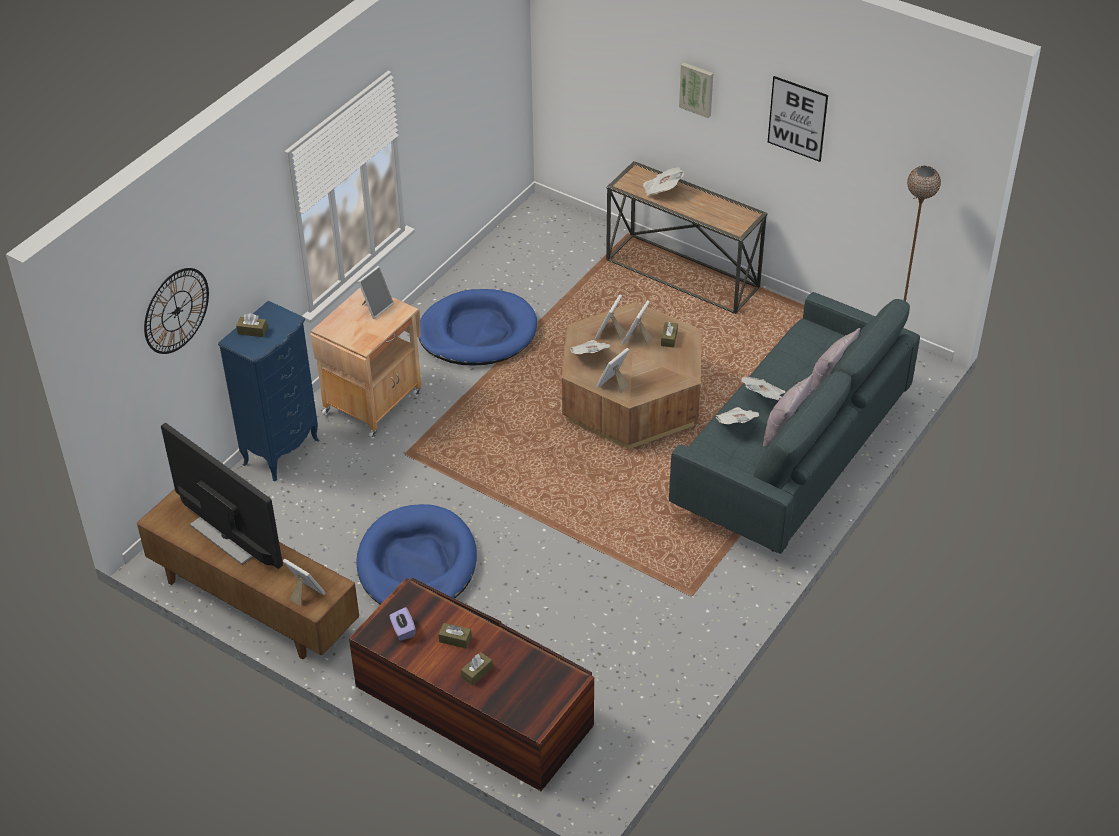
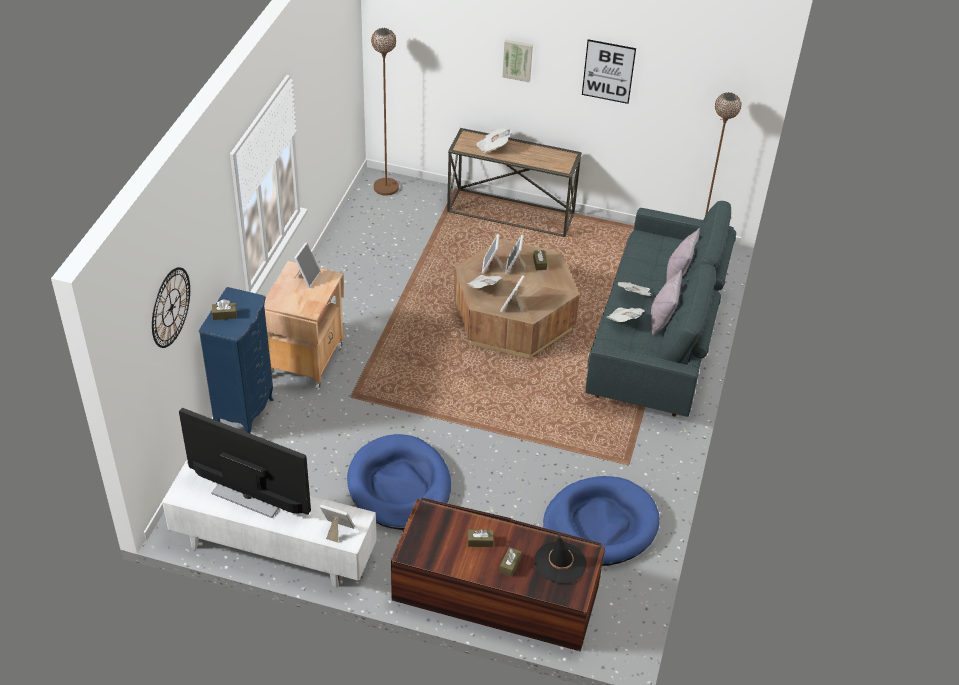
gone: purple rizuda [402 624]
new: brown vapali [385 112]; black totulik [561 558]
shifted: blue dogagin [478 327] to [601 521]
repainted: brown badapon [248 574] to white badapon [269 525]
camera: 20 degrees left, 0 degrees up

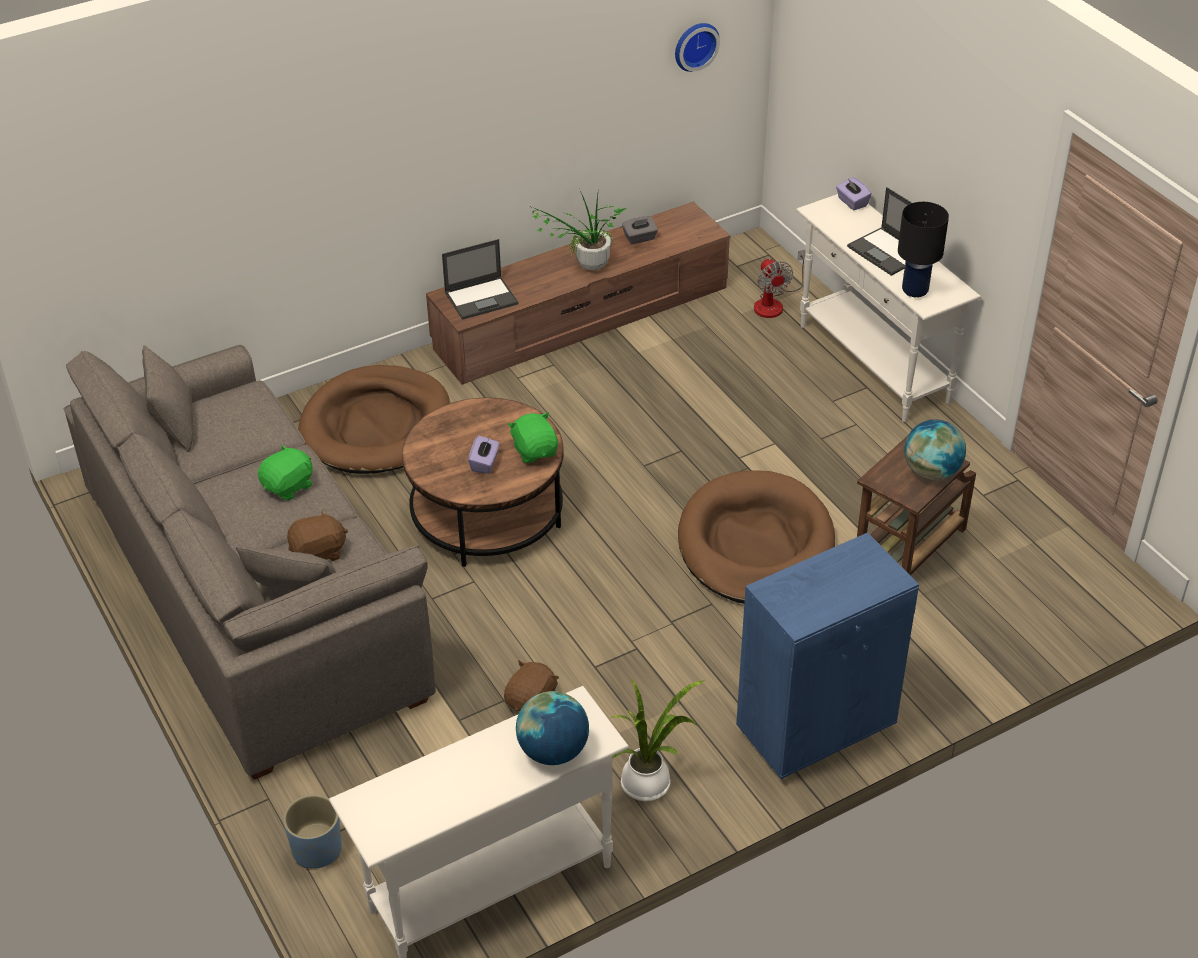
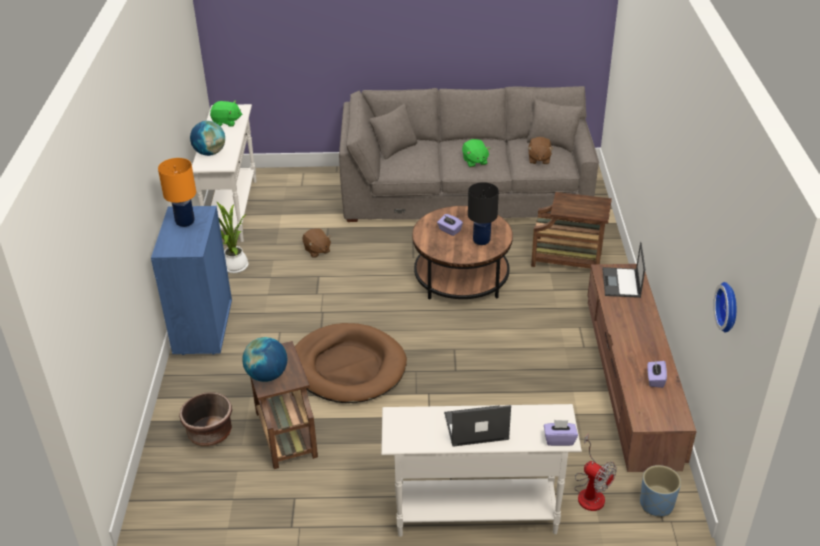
gone: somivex [577 229]
new: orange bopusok [177 192]; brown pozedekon [205 419]
shifted: black bopusok [923 249] to [483 213]; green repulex [533 438] to [226 114]; brown repulex [317 535] to [540 150]; blue pozedekon [312 831] to [660 490]
swapped: brown dogagin [374 419] to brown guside [571 230]
repainted: grey rizuda [640 230] to purple rizuda [657 374]
rotated: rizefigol [779 284] = [595 472] 150 degrees counterclockwise
camera: 120 degrees right, 5 degrees down

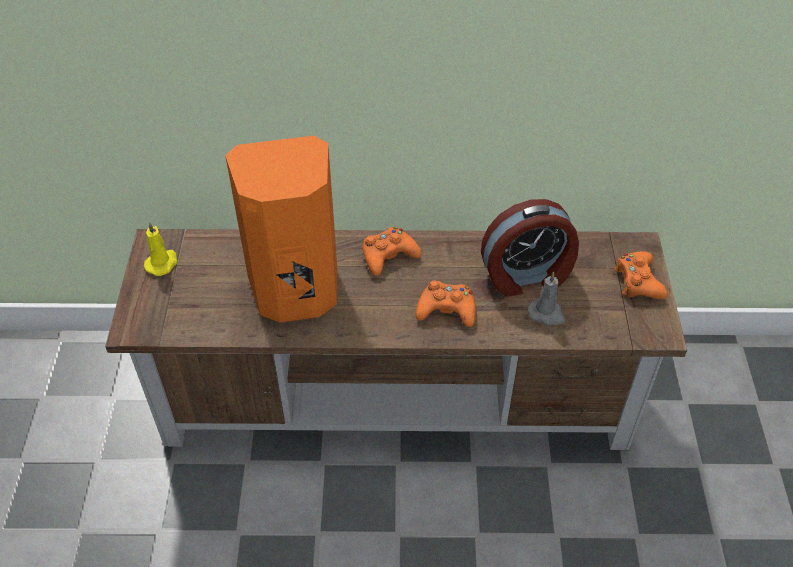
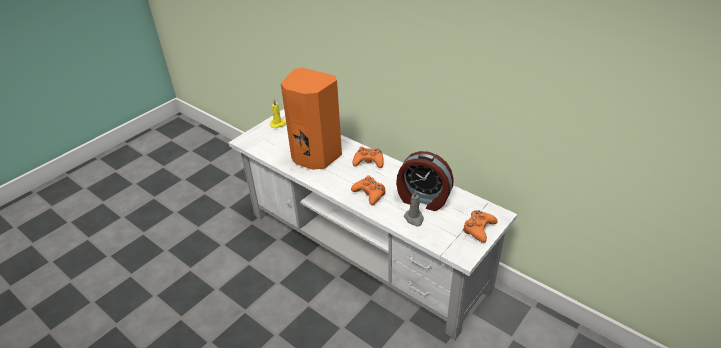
repainted: brown badapon [396 339] to white badapon [373 224]
camera: 40 degrees right, 10 degrees down

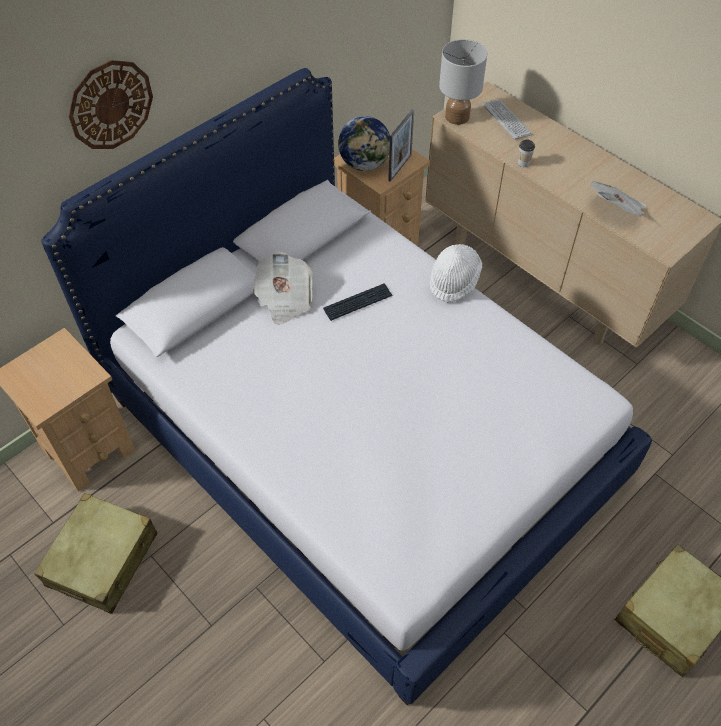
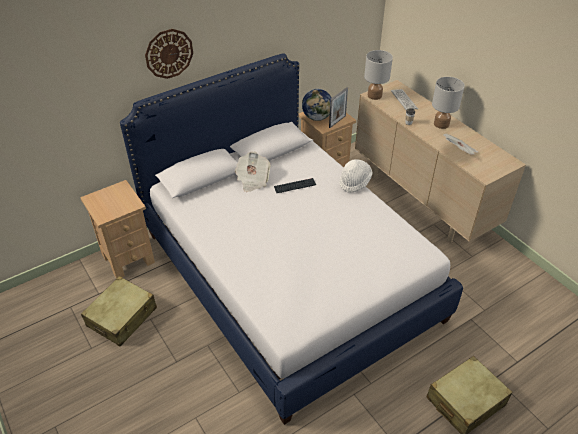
new: grey bopusok [448 103]
camera: 10 degrees right, 10 degrees down

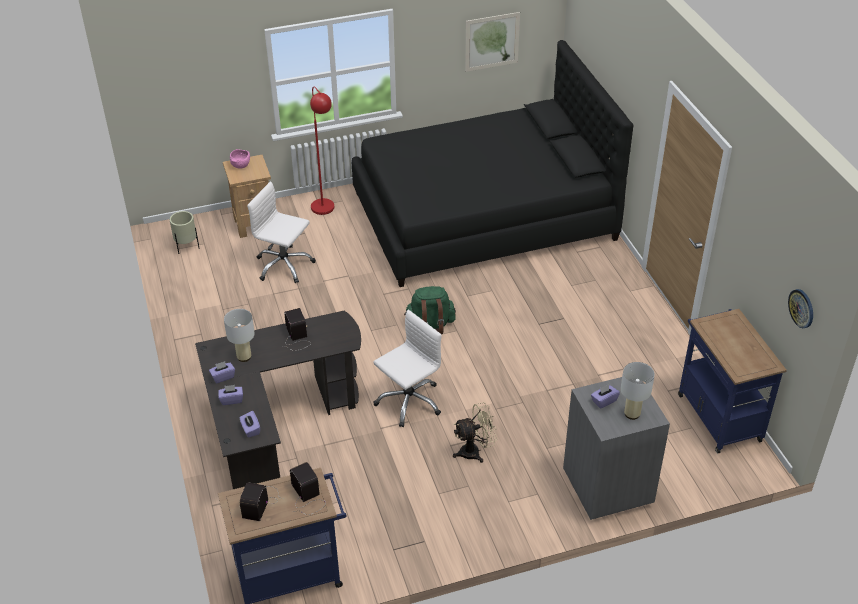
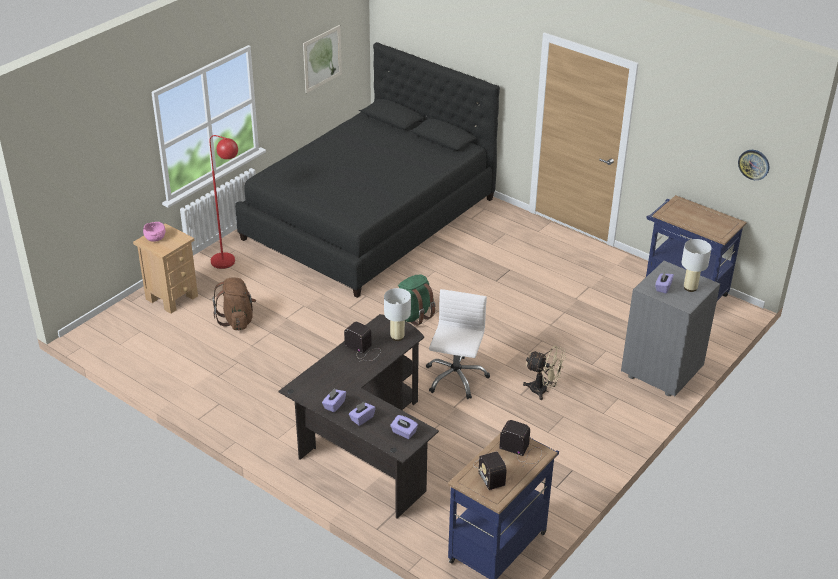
gone: beige pozedekon [185 232]
shifted: white bopusok [239 335] to [397 314]
swapped: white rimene [281 232] to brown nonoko [234 304]
rotated: beige rizefigol [475 432] = [544 373] 75 degrees clockwise
camera: 35 degrees left, 5 degrees down

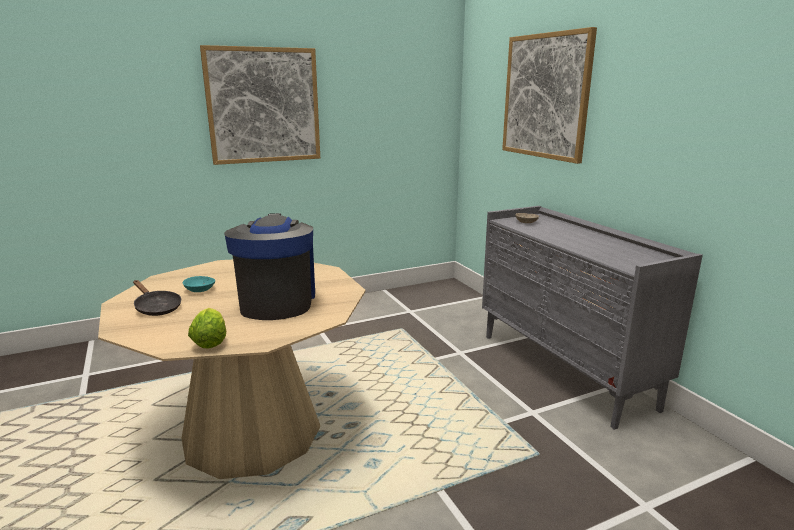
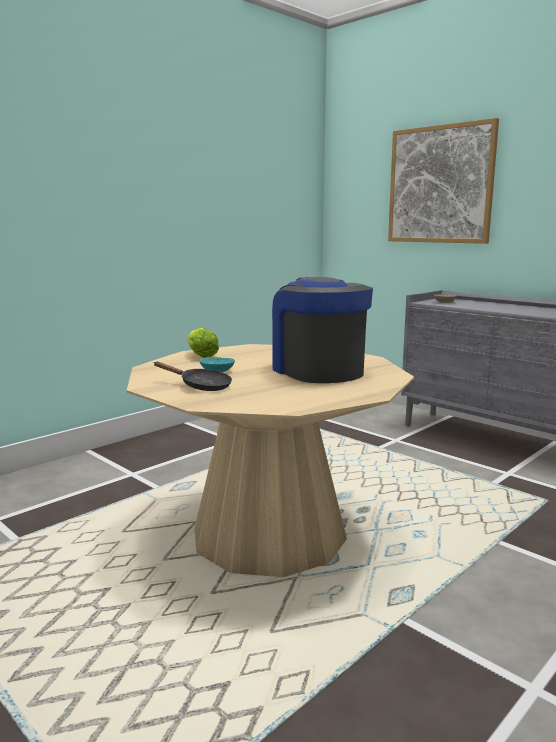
gone: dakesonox [260 105]
shifted: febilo [207 328] to [203 342]
camera: 20 degrees left, 5 degrees down

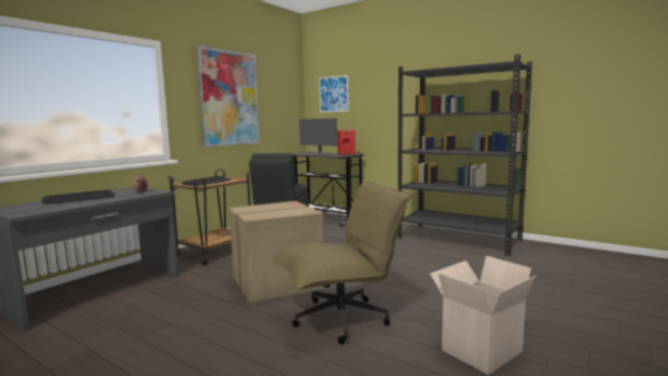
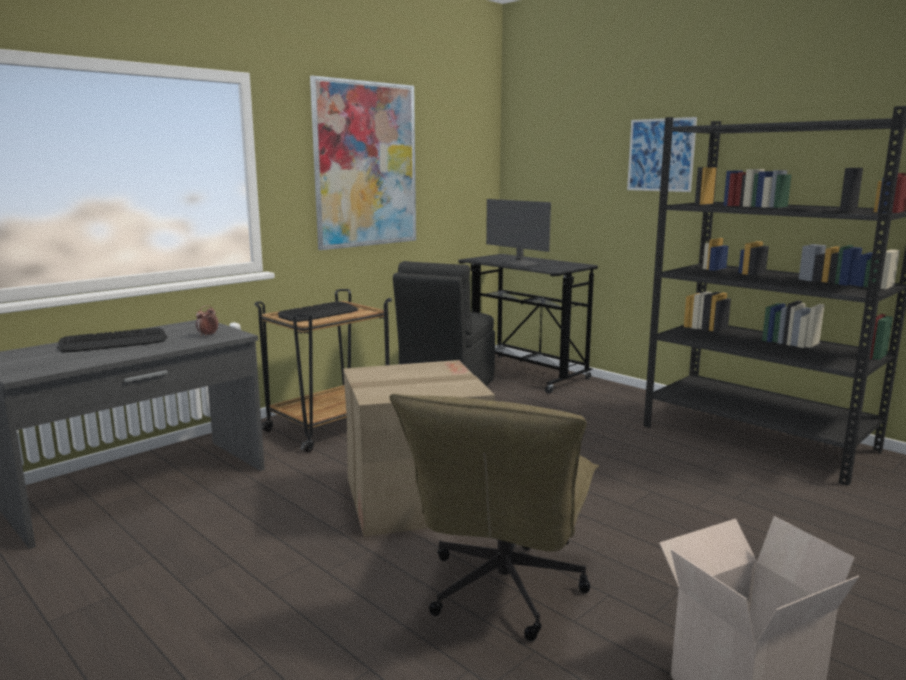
gone: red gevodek [346 142]
shifted: dakesonox [334 94] to [662 154]
rotated: beige rimene [342 262] = [494 517] 120 degrees clockwise
camera: 10 degrees right, 5 degrees up

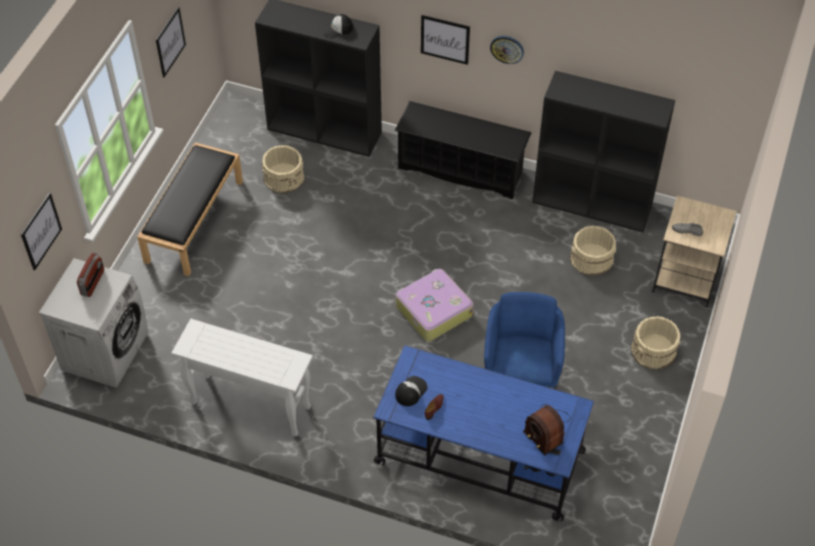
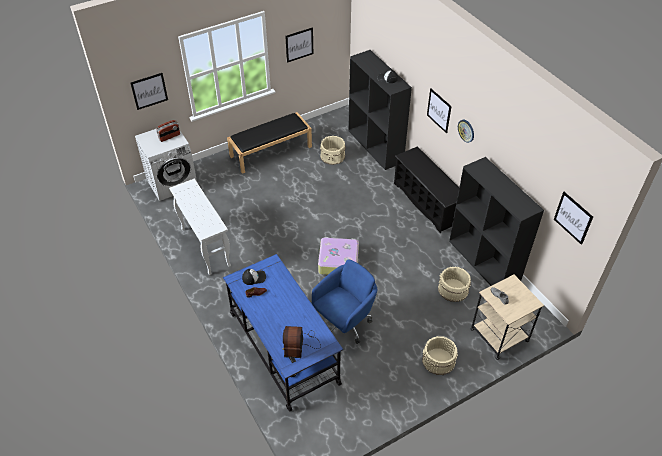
new: dakesonox [573 218]
camera: 40 degrees right, 5 degrees down

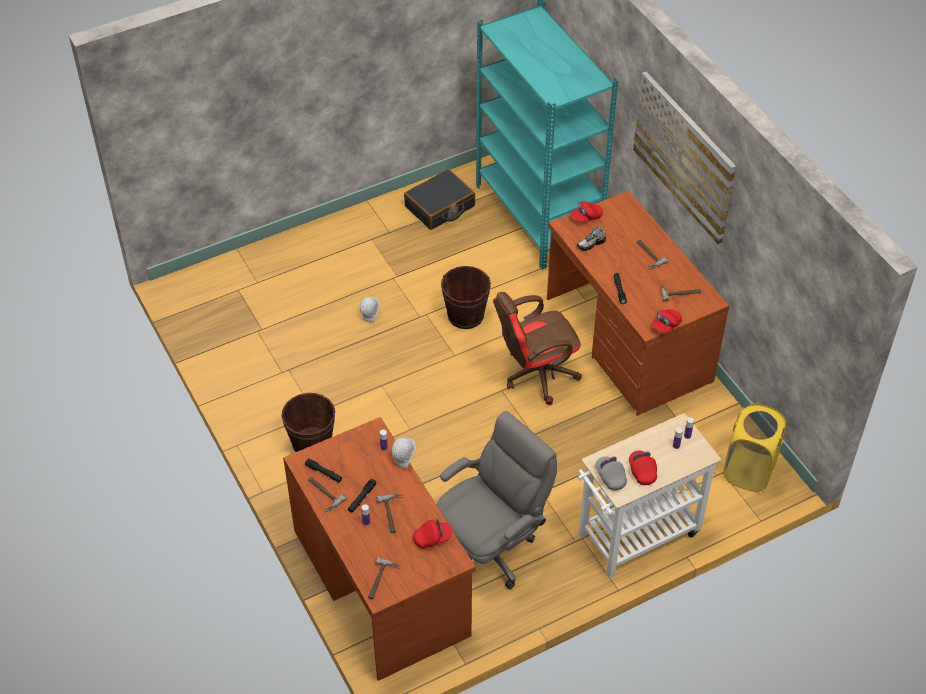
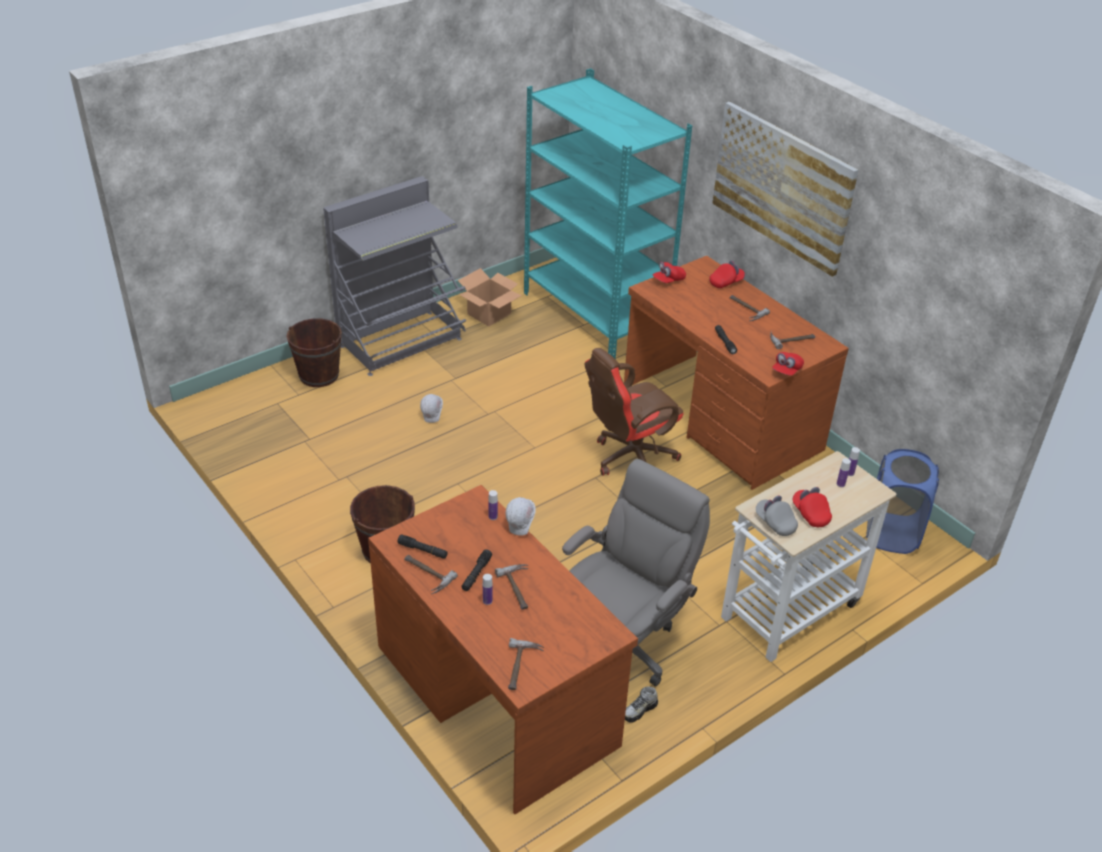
new: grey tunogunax [394 276]
shifted: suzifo [591 238] to [641 705]; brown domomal [466 297] to [314 352]; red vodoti [433 534] to [727 274]
swapped: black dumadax [439 199] to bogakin [490 297]
repainted: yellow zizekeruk [755 448] to blue zizekeruk [902 501]
camera: 10 degrees left, 10 degrees down

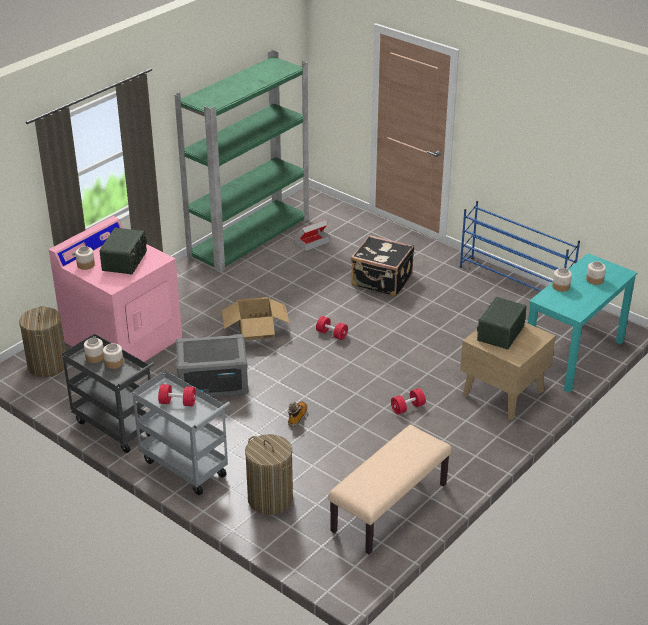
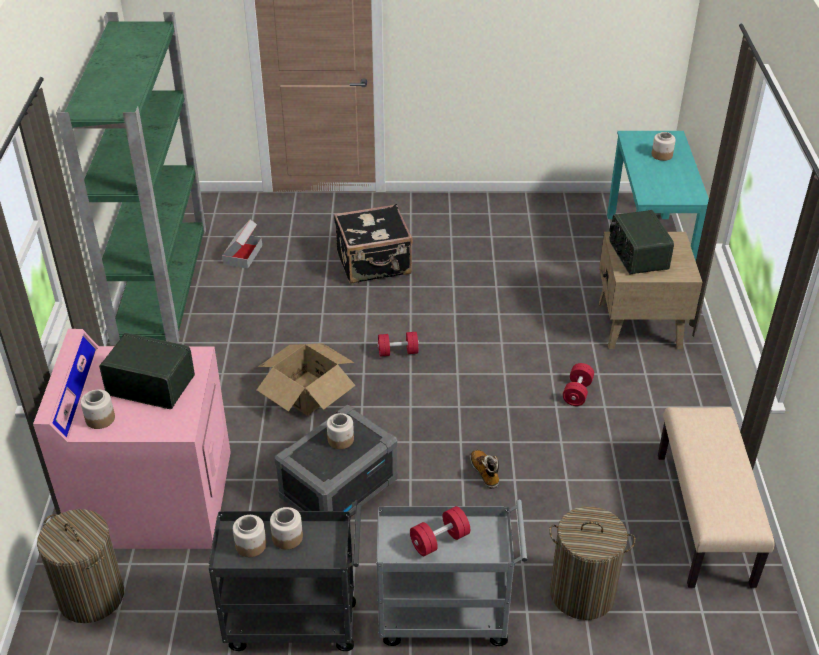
gone: blue tunogunax [520 246]
shifted: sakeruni [562 280] to [340 431]
rotated: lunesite [123 251] = [147 371] 45 degrees counterclockwise
camera: 40 degrees left, 5 degrees up

